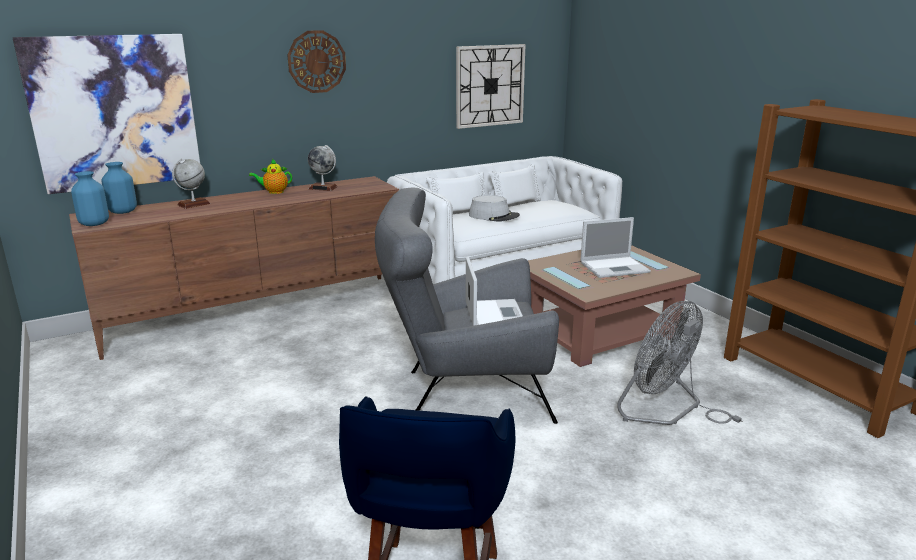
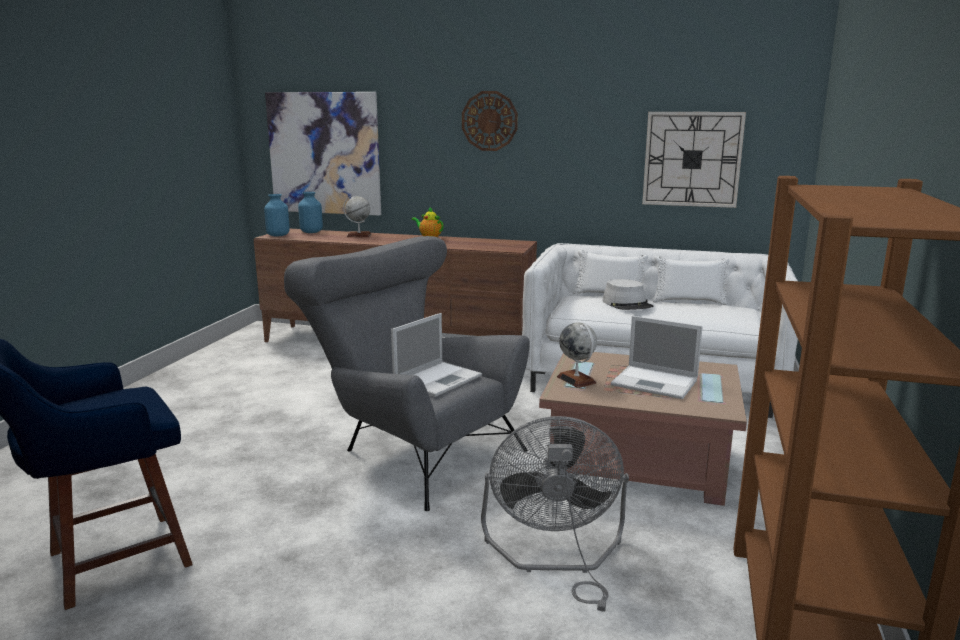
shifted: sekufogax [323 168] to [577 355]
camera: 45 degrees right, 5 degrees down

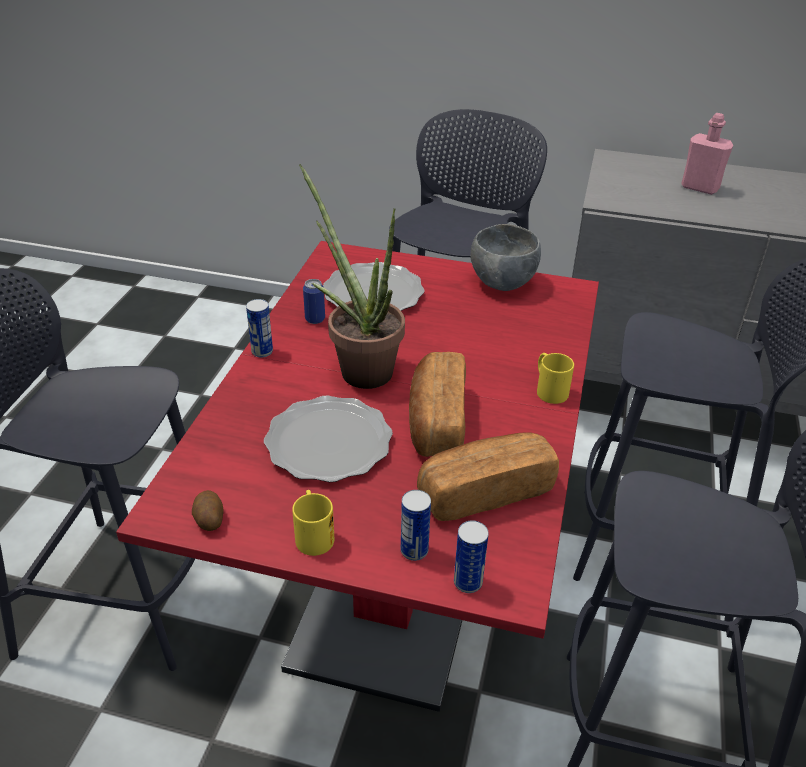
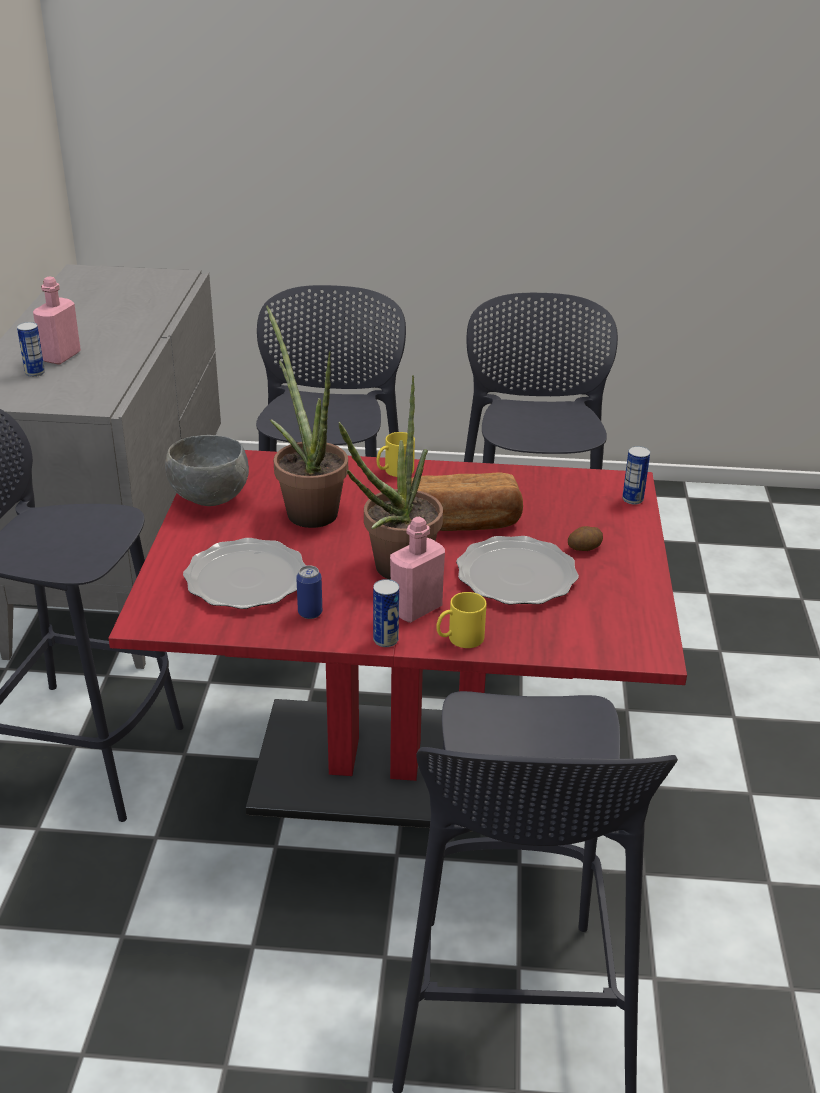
gone: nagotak [488 476]
new: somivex [307 416]; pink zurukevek [417 570]
shifted: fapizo [208 510] to [585 538]; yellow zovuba [313 523] to [461 620]; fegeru [416 525] to [31 349]
camera: 100 degrees left, 5 degrees down

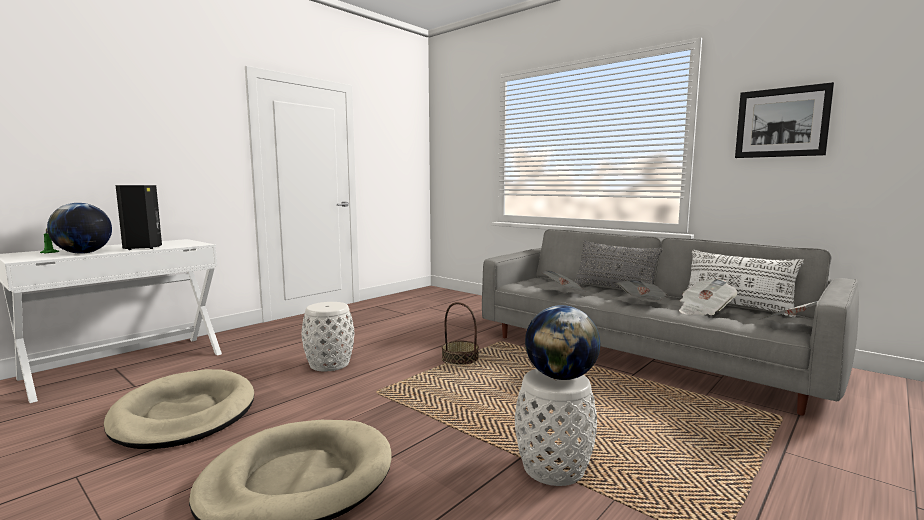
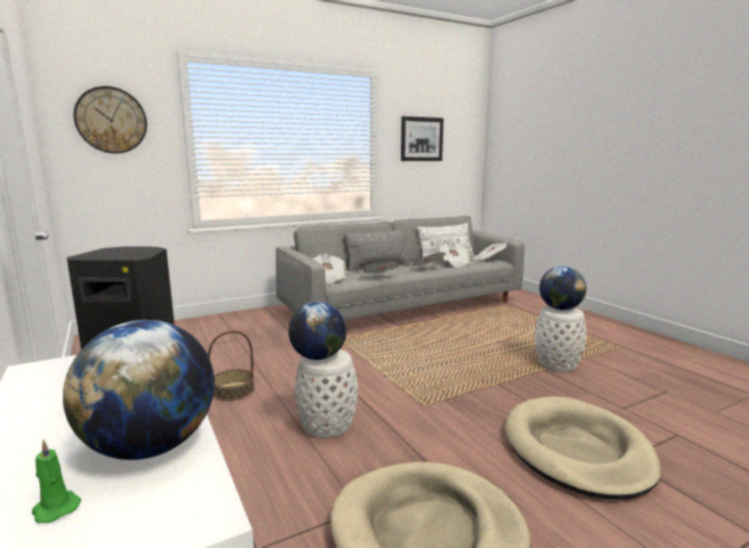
new: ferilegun [110 120]; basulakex [329 268]; sekufogax [317 331]
shifted: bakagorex [460 333] to [231 366]
camera: 70 degrees left, 5 degrees up

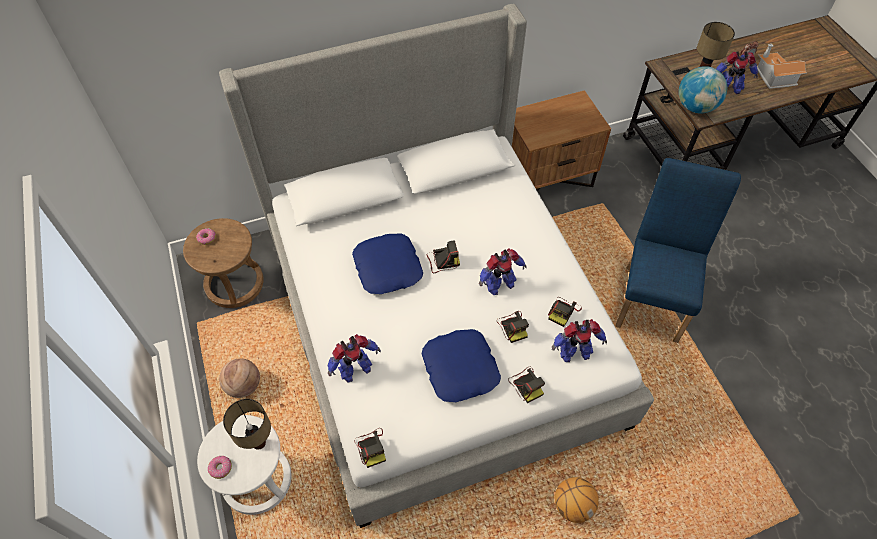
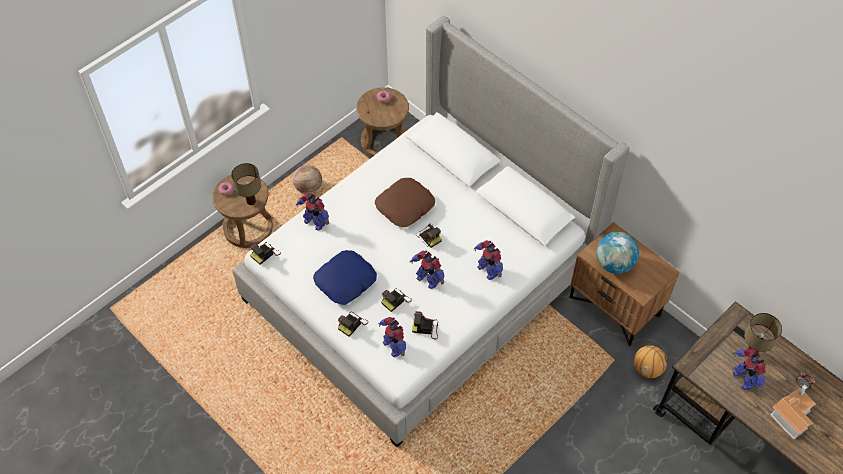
gone: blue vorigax [678 250]
new: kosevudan [488 260]
shifted: sekufogax [703 90] to [617 253]; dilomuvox [577 500] to [650 361]
repainted: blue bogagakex [387 264] to brown bogagakex [405 202]; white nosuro [244 465] to brown nosuro [242 211]
camera: 65 degrees right, 0 degrees up

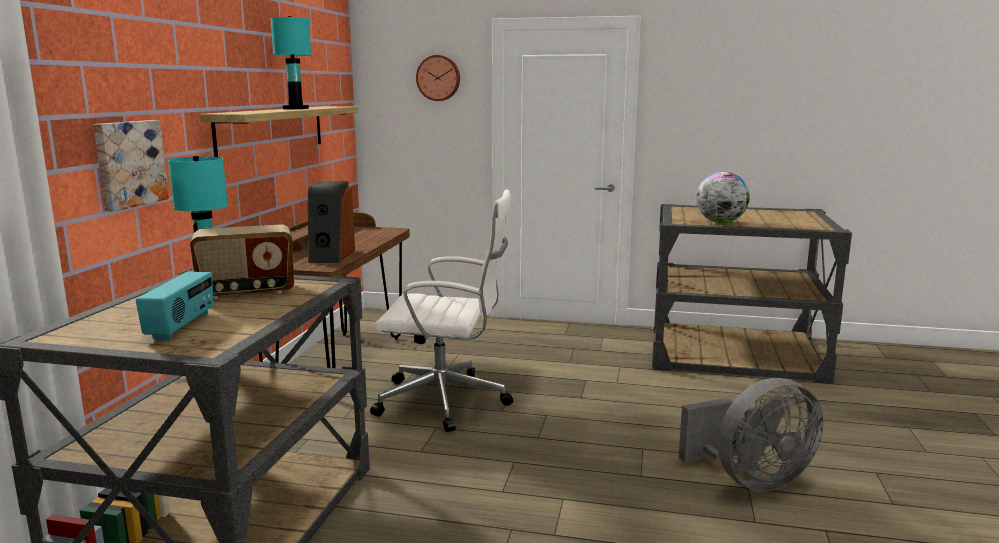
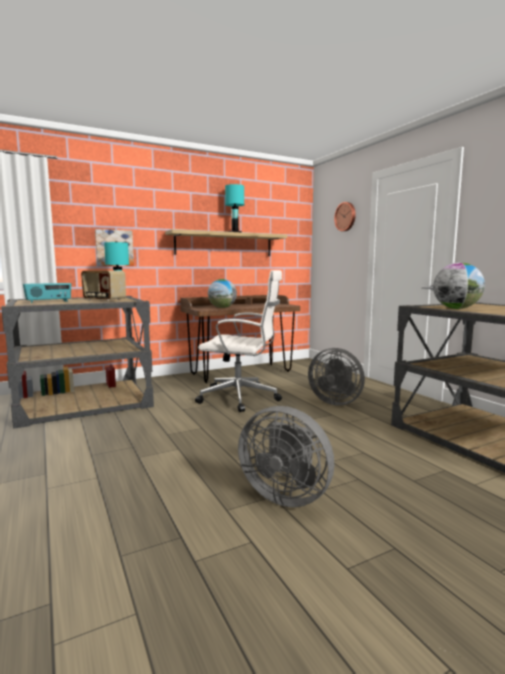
new: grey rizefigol [336 377]
swapped: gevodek [331 222] to sekufogax [222 293]
rotated: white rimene [441 310] = [238 341] 45 degrees counterclockwise
camera: 50 degrees right, 5 degrees down

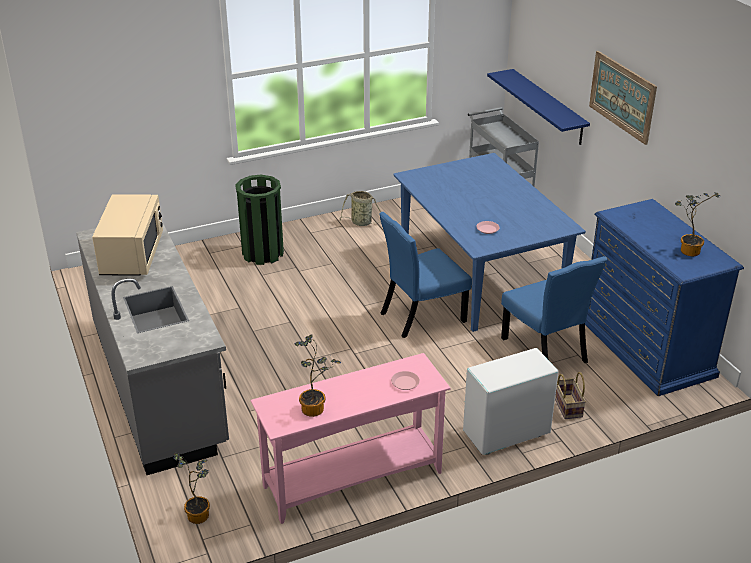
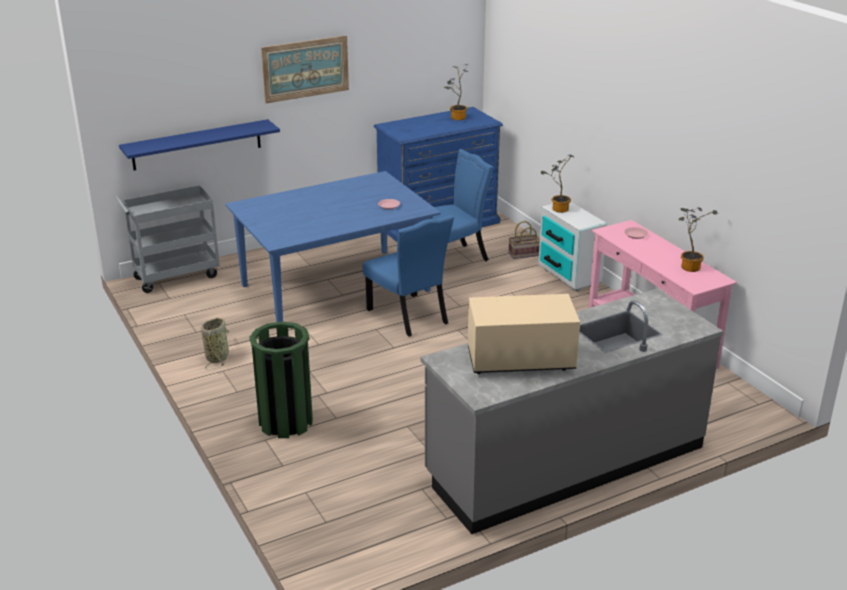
shifted: somivex [192 488] to [557 184]
camera: 95 degrees left, 5 degrees down

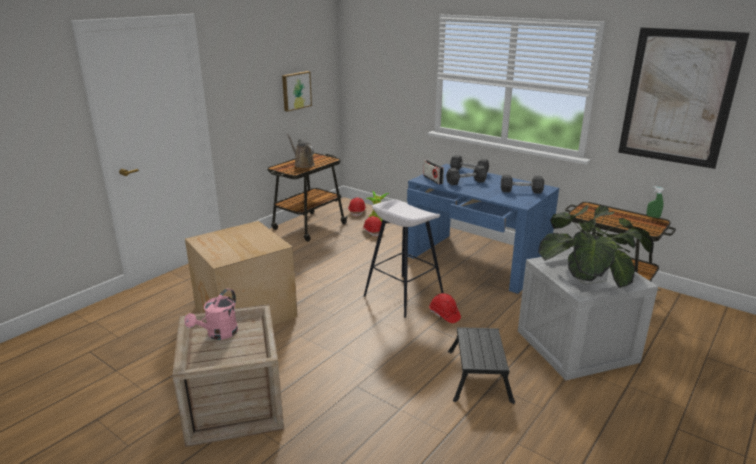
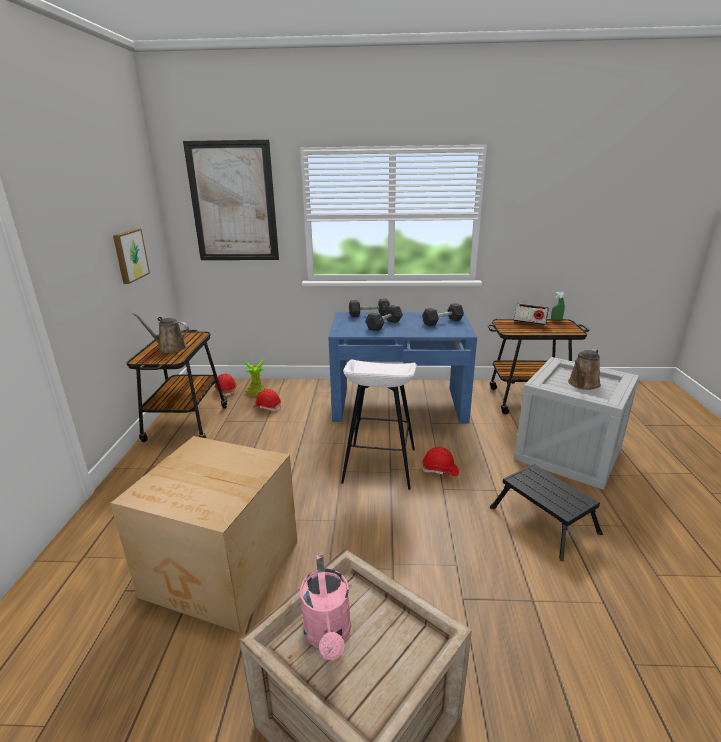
shifted: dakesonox [684 98] to [231 200]; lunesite [433 172] to [531 314]
swapped: somivex [596 246] to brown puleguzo [584 369]
camera: 35 degrees left, 0 degrees up

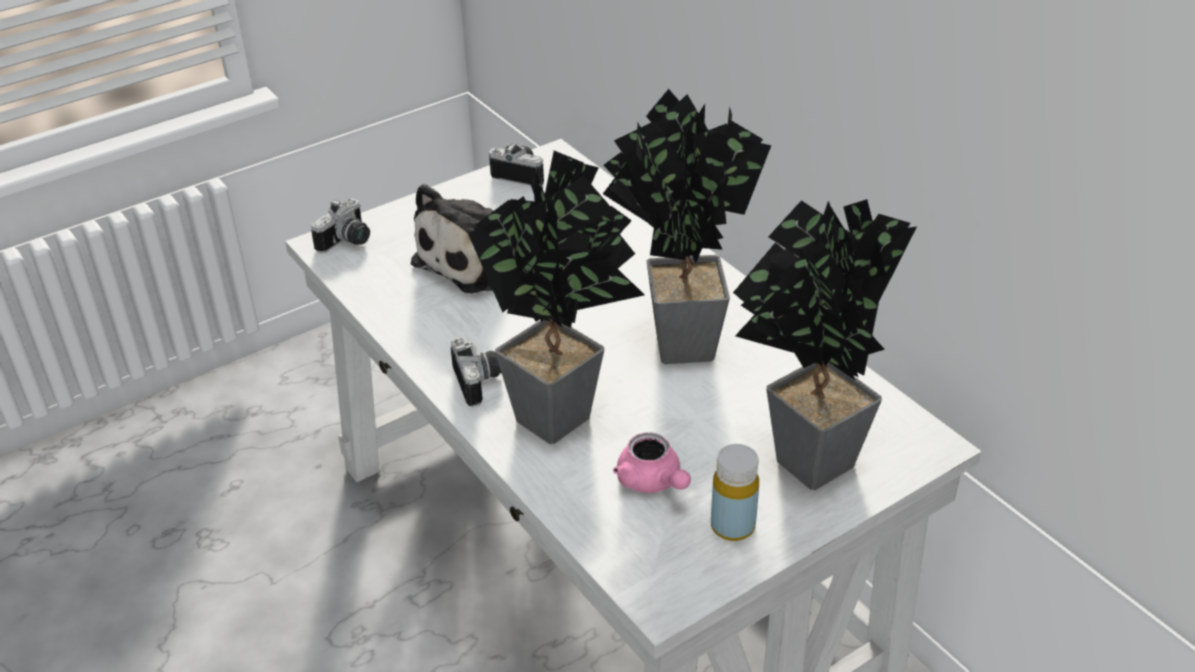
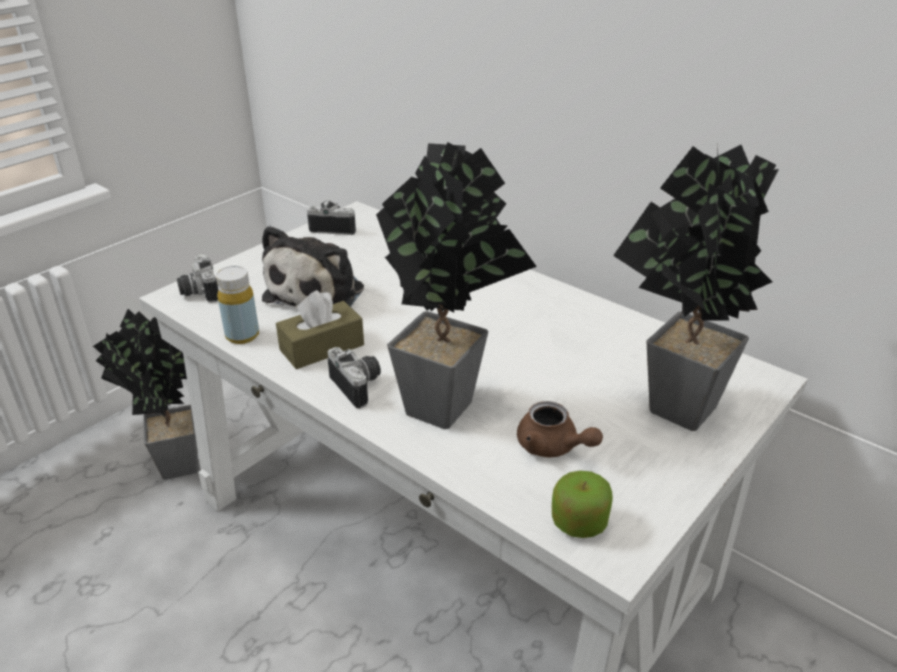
new: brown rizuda [320 329]; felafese [582 504]
shifted: somivex [687 226] to [146 394]; yellow zurukevek [735 492] to [237 305]
repainted: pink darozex [652 462] to brown darozex [560 429]
rotated: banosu [340 225] = [197 278] 135 degrees clockwise
camera: 15 degrees left, 5 degrees down

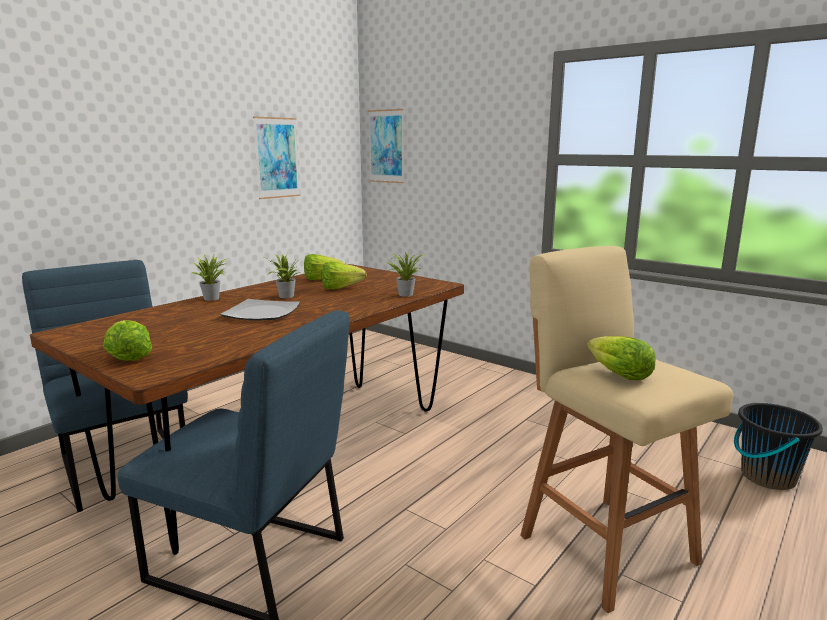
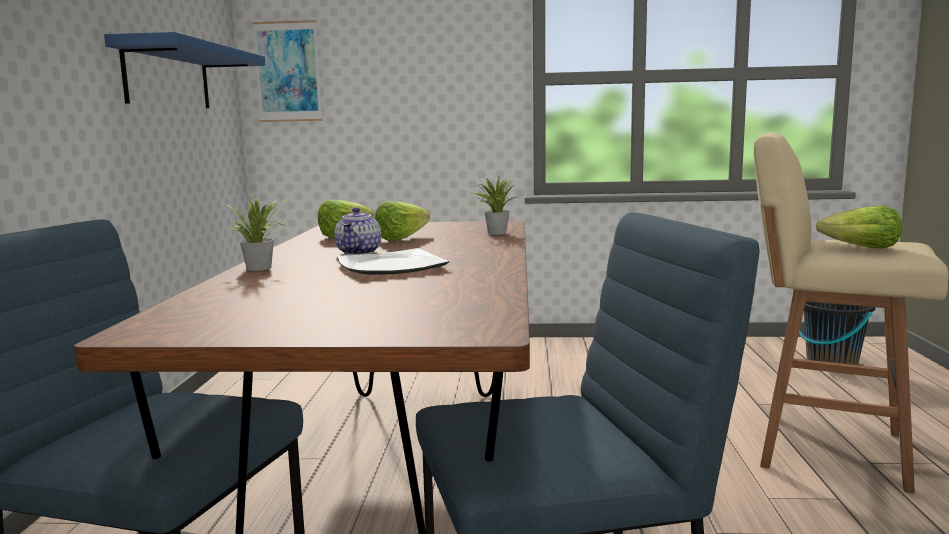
gone: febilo [127 340]
swapped: dakesonox [276 157] to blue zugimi [184 70]; somivex [284 276] to darozex [357 231]
camera: 35 degrees left, 5 degrees down

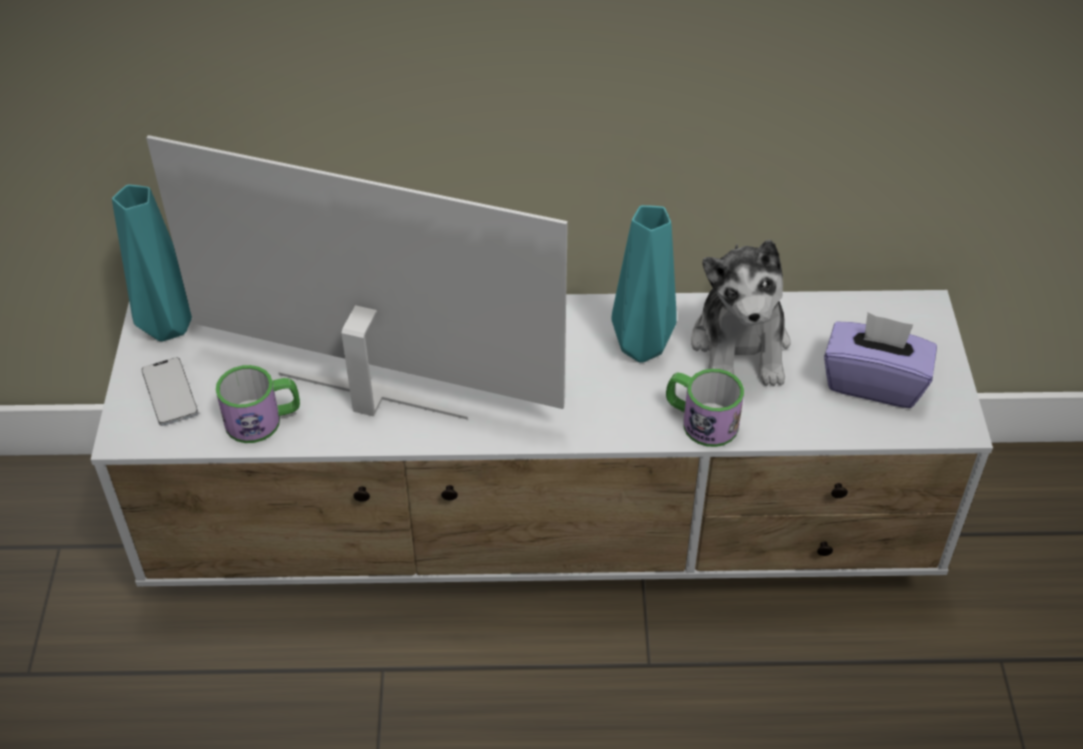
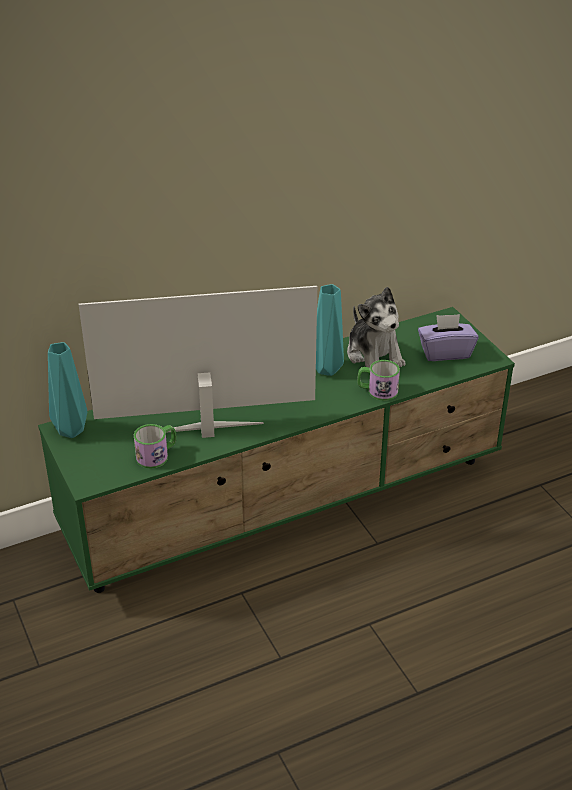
gone: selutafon [170 391]
repainted: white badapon [541 438] to green badapon [276 450]
camera: 25 degrees left, 10 degrees down

